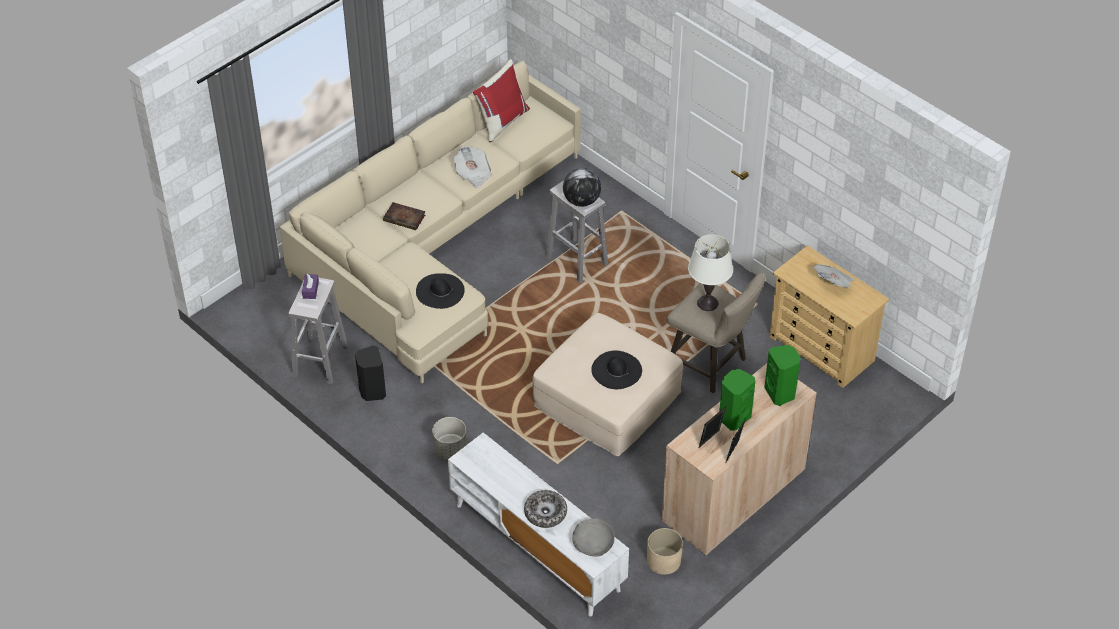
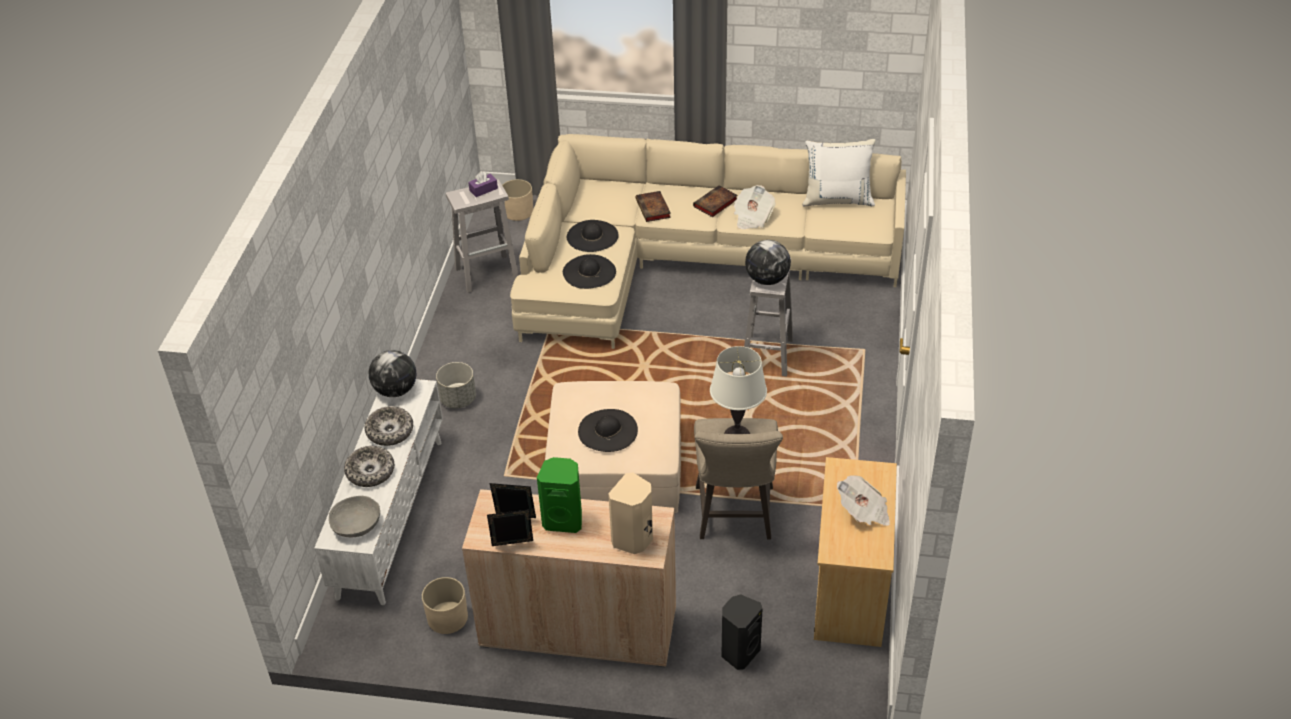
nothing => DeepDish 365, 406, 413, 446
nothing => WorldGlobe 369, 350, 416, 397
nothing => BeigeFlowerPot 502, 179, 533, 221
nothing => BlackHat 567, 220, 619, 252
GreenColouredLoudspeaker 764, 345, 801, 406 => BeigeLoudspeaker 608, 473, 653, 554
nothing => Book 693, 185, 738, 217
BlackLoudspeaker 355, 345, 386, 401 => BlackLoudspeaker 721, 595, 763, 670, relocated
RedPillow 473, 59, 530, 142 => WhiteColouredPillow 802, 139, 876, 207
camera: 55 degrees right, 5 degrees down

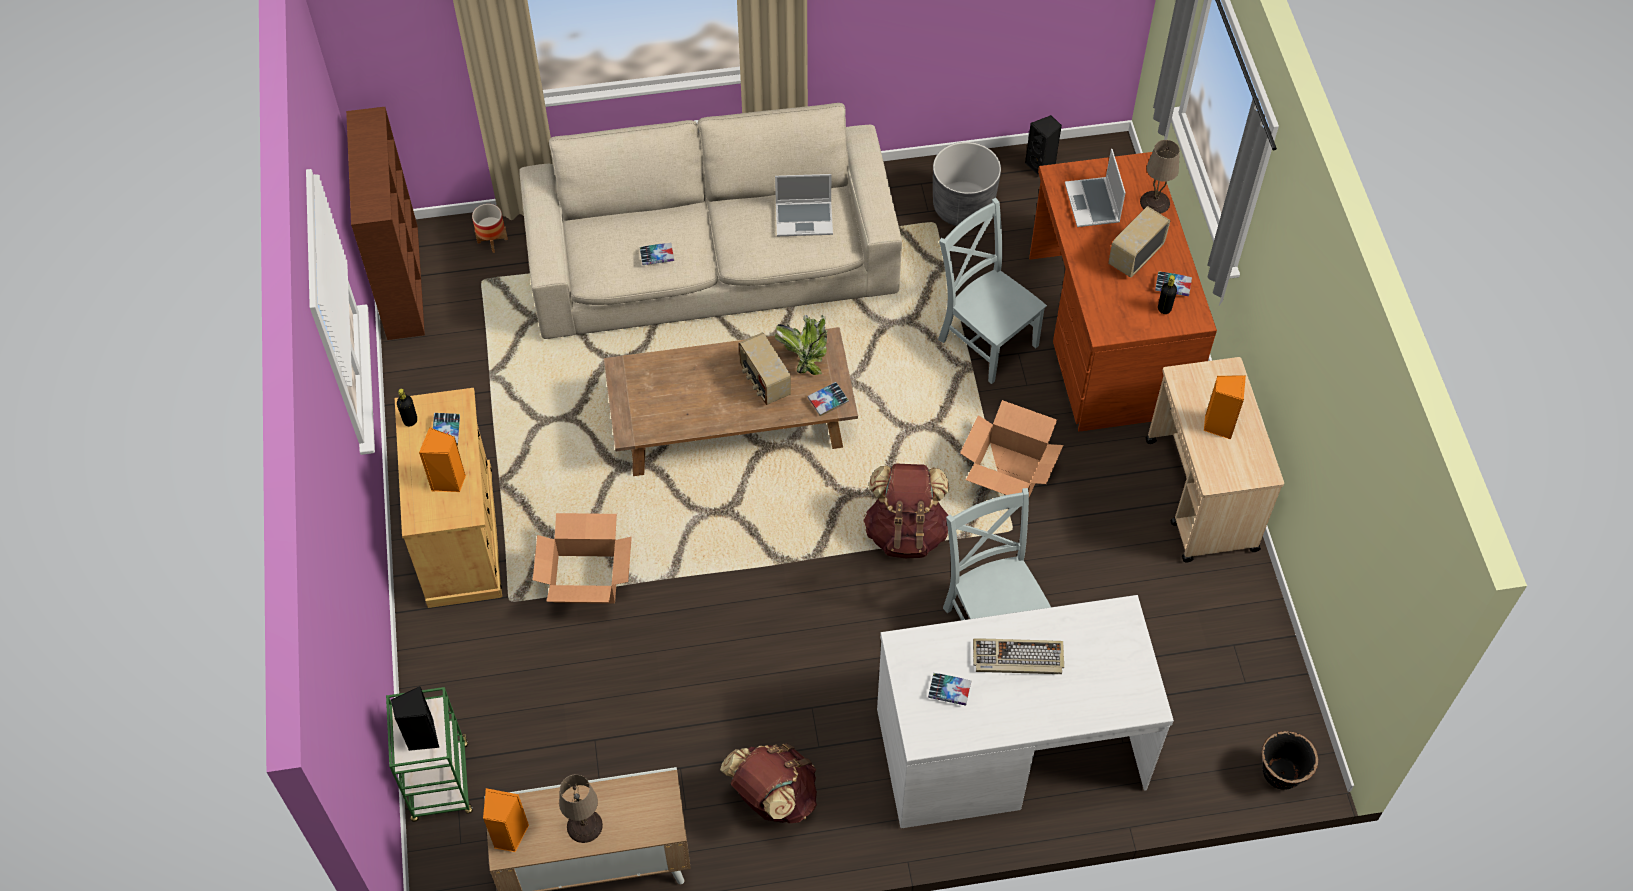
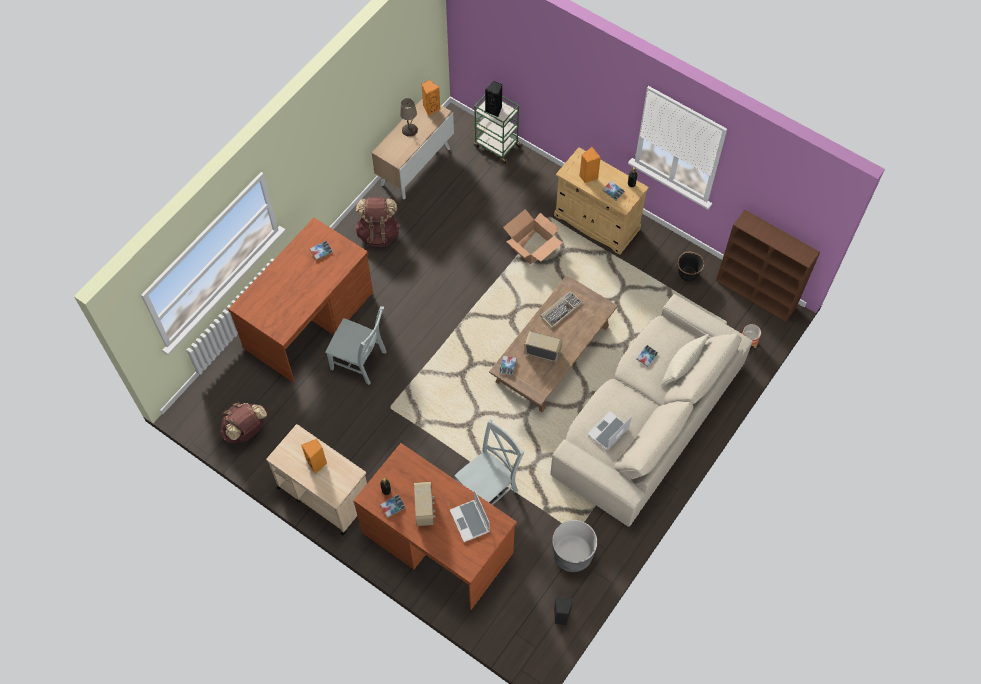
BrownBackpack 863, 464, 949, 558 => BrownBackpack 220, 402, 267, 443, relocated
WhiteColouredDesk 877, 595, 1174, 828 => BrownDesk 228, 218, 373, 383
NotebookComputer 1065, 149, 1126, 227 => NotebookComputer 450, 490, 490, 542, 150 degrees counterclockwise
GreyChair 938, 198, 1047, 384 => GreyChair 454, 419, 525, 505, 45 degrees counterclockwise
Keyboard 973, 638, 1064, 674 => Keyboard 541, 291, 583, 328, relocated
nothing => BeigePillow 661, 334, 709, 387
BlackFlowerPot 1262, 731, 1318, 790 => BlackFlowerPot 677, 252, 705, 281, relocated
PottedPlant 775, 315, 827, 375 => nothing
PackingBox 960, 400, 1063, 497 => nothing
BeigeTabletopLamp 1140, 140, 1180, 214 => nothing
camera: 135 degrees right, 5 degrees up

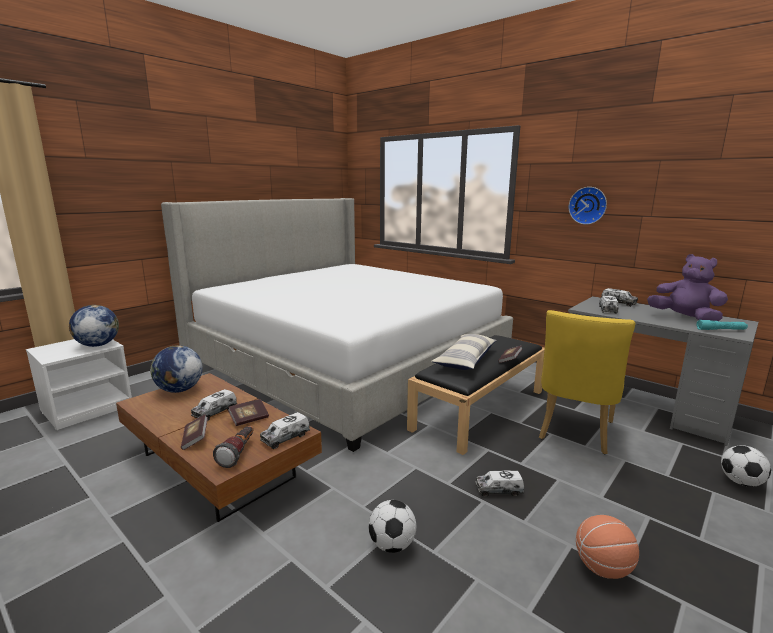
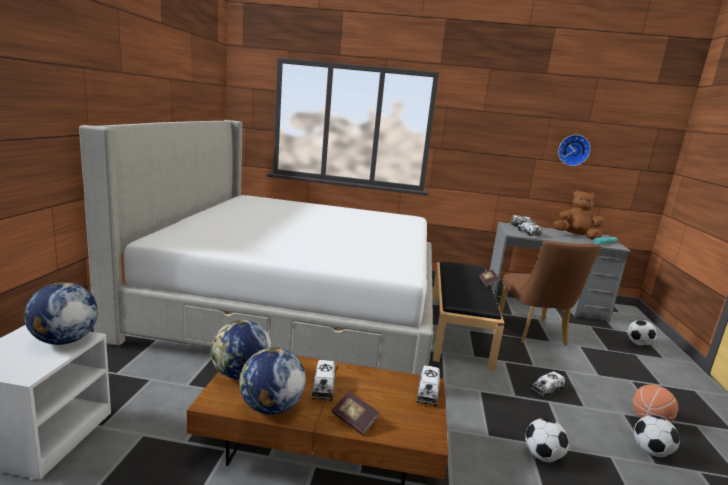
nothing => WorldGlobe 239, 347, 306, 415
YellowishChair 539, 310, 635, 454 => BrownChair 499, 240, 601, 345
PurplePlushToy 647, 254, 728, 321 => BrownPlushToy 553, 190, 604, 239
HangingClock 569, 187, 607, 225 => HangingClock 558, 135, 591, 166, relocated
nothing => BallForFootball 634, 415, 680, 457
HandTorch 213, 426, 254, 468 => nothing
Book 228, 399, 269, 426 => nothing
Pillow 431, 334, 497, 370 => nothing
camera: 35 degrees left, 0 degrees up

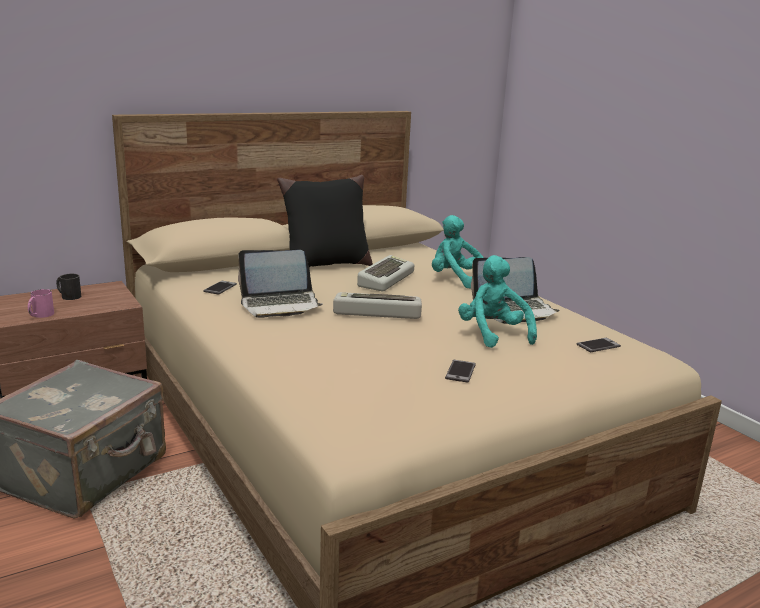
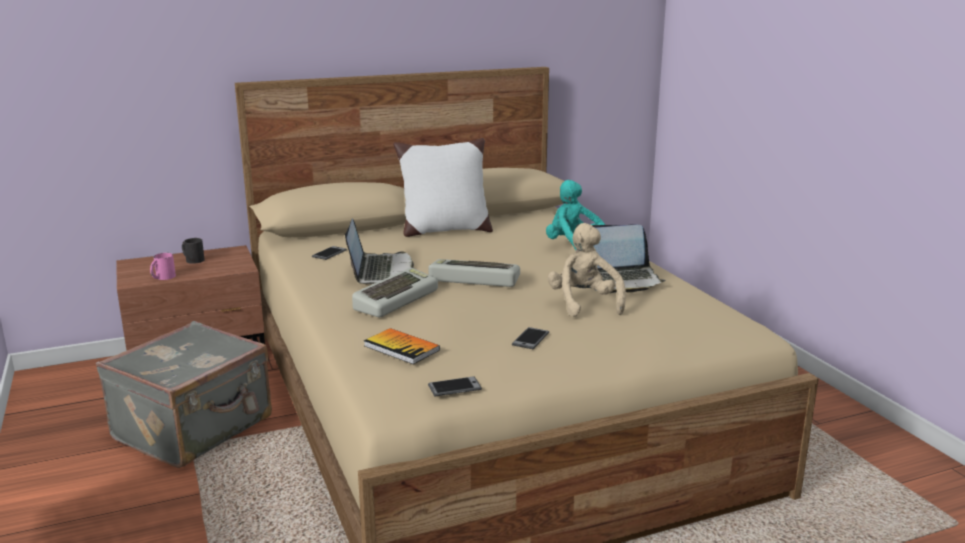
NotebookComputer 238, 250, 323, 318 => NotebookComputer 345, 219, 414, 284, 90 degrees counterclockwise
Keyboard 357, 255, 414, 291 => Keyboard 352, 268, 438, 317, relocated
nothing => Book 364, 328, 440, 364
BlackPillow 277, 175, 373, 267 => WhiteColouredPillow 393, 138, 493, 237
Phone 577, 338, 621, 352 => Phone 428, 376, 482, 396, relocated
TurquoisePlushToy 458, 255, 537, 348 => BeigePlushToy 548, 223, 626, 317
camera: 10 degrees right, 0 degrees up

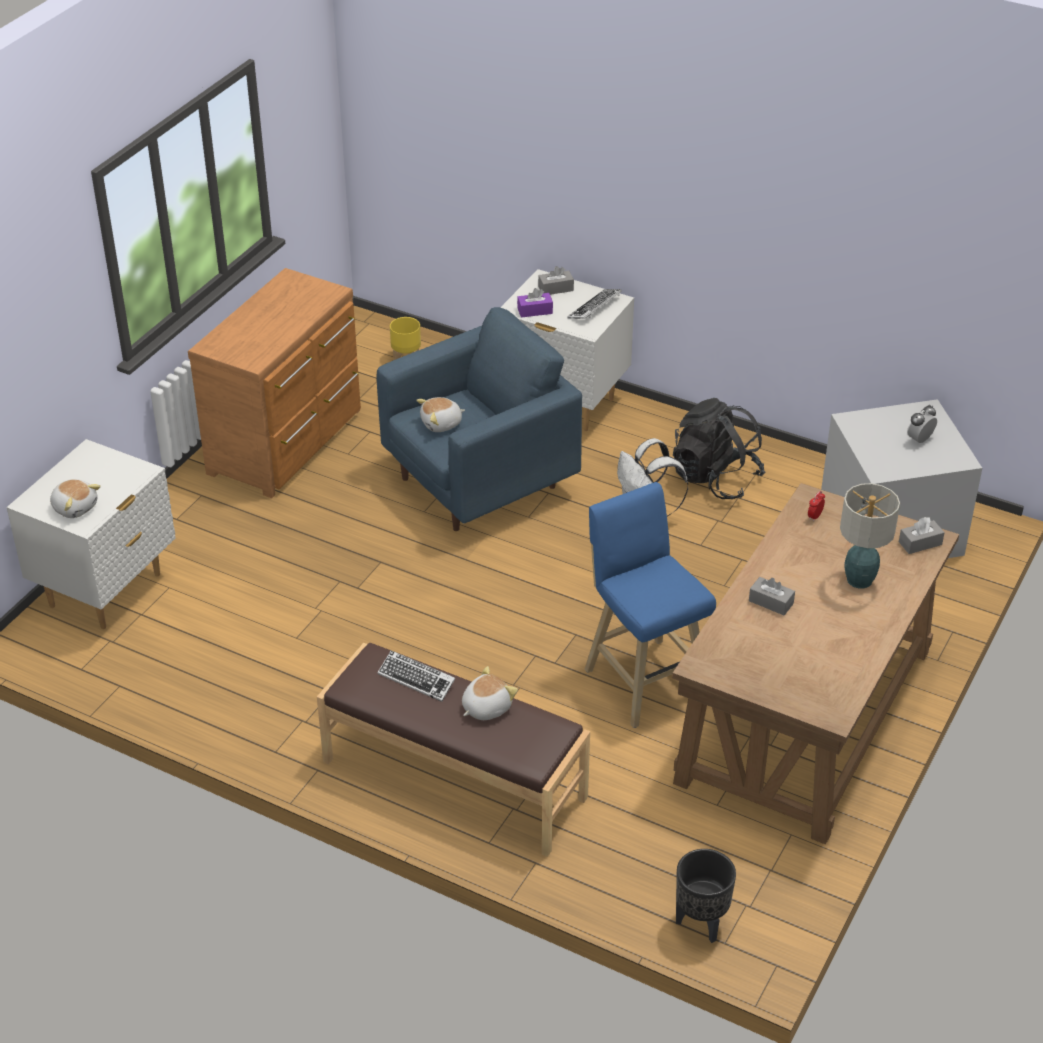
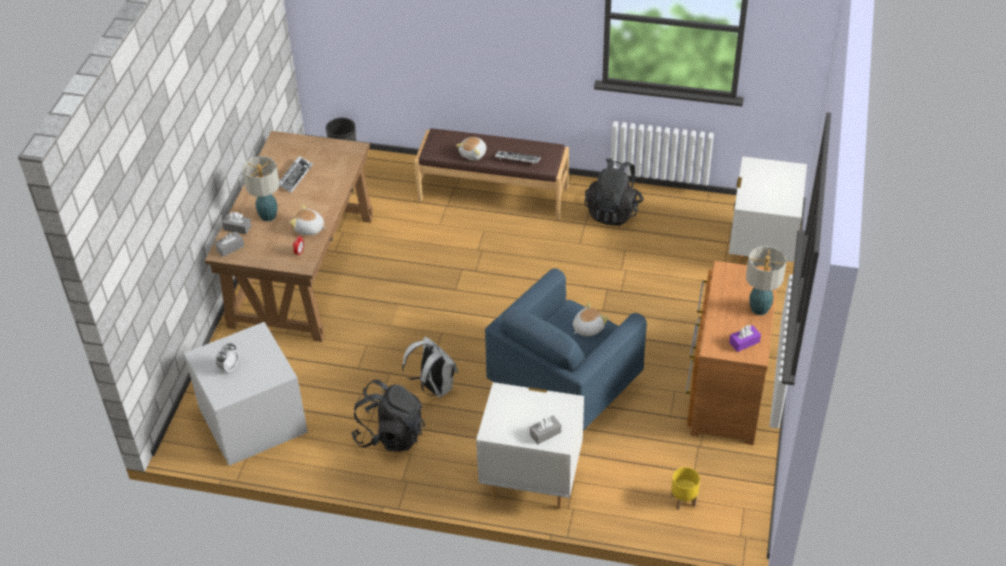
GreyTissueBox 749, 577, 795, 615 => GreyTissueBox 222, 212, 251, 234, relocated
Keyboard 567, 289, 622, 319 => Keyboard 279, 156, 313, 193, relocated
PlushToy 50, 479, 101, 518 => PlushToy 289, 205, 326, 235, relocated
nothing => BlackBackpack 585, 158, 644, 226
PurpleTissueBox 517, 288, 553, 318 => PurpleTissueBox 729, 325, 761, 352, relocated
nothing => TabletopLamp 746, 246, 786, 315
BluishStoolSeat 585, 482, 716, 728 => nothing
camera: 165 degrees right, 5 degrees up

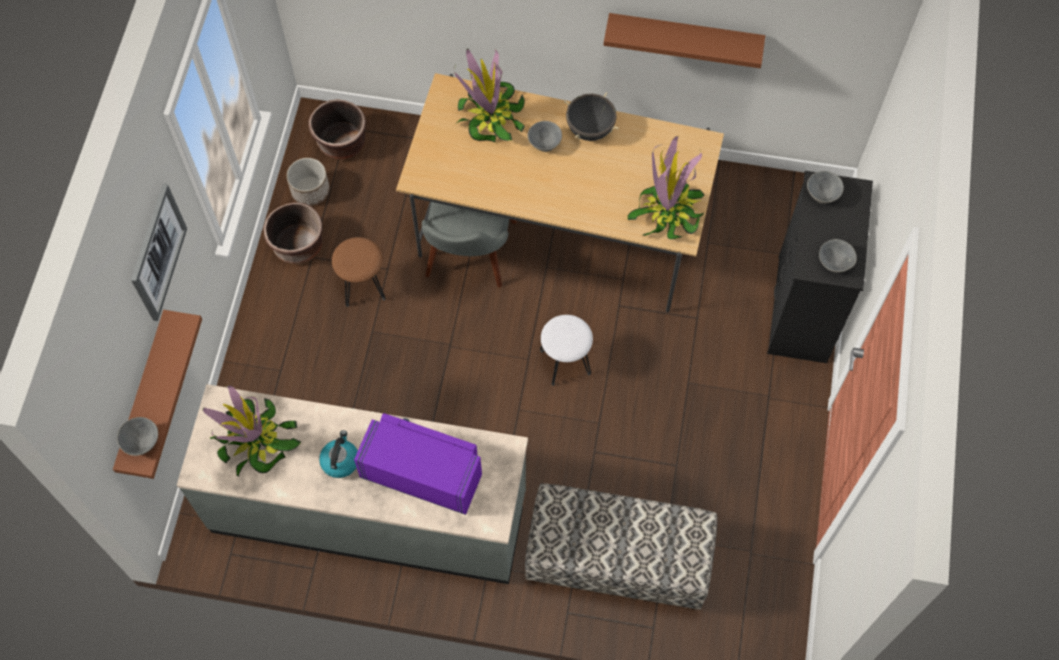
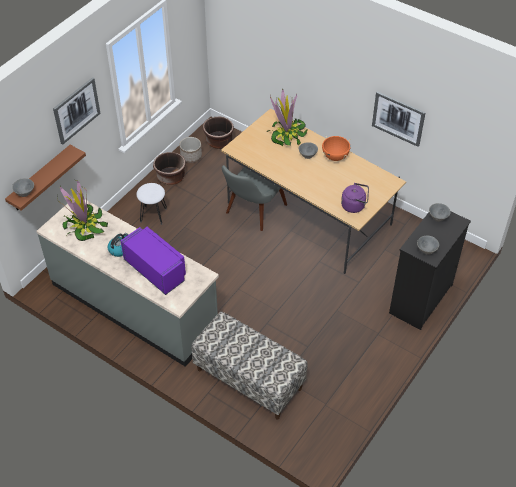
WhiteColouredStoolSeat 540, 315, 593, 386 => WhiteColouredStoolSeat 136, 183, 167, 225, relocated
BlackStockpot 564, 92, 619, 141 => OrangeColouredStockpot 322, 136, 351, 161
PottedPlant 628, 136, 704, 239 => PurpleWaterKettle 341, 183, 369, 213
BrownWallShelf 604, 13, 765, 68 => WallPicture 372, 91, 426, 147
BrownStoolSeat 332, 237, 386, 307 => nothing
camera: 25 degrees right, 15 degrees down

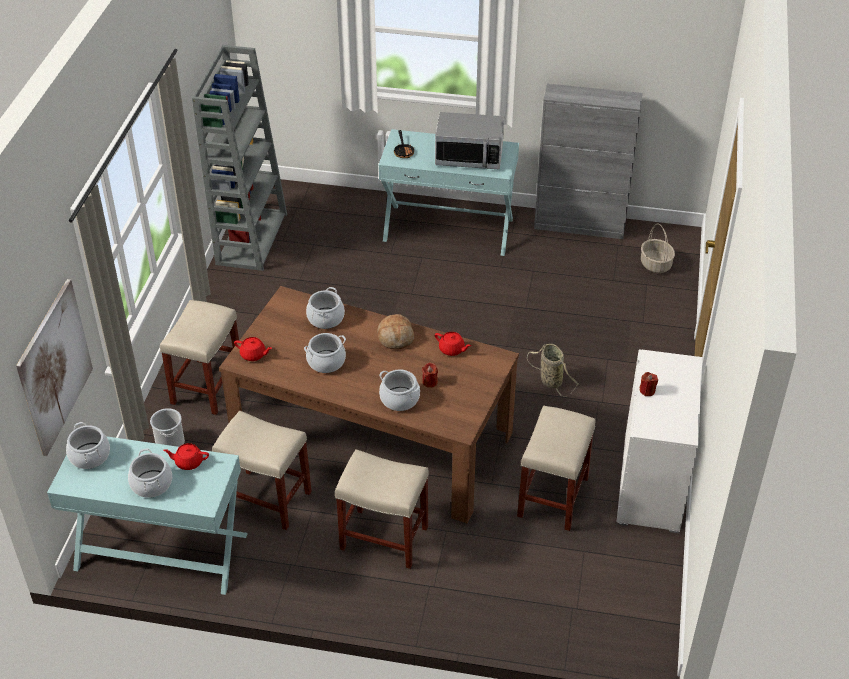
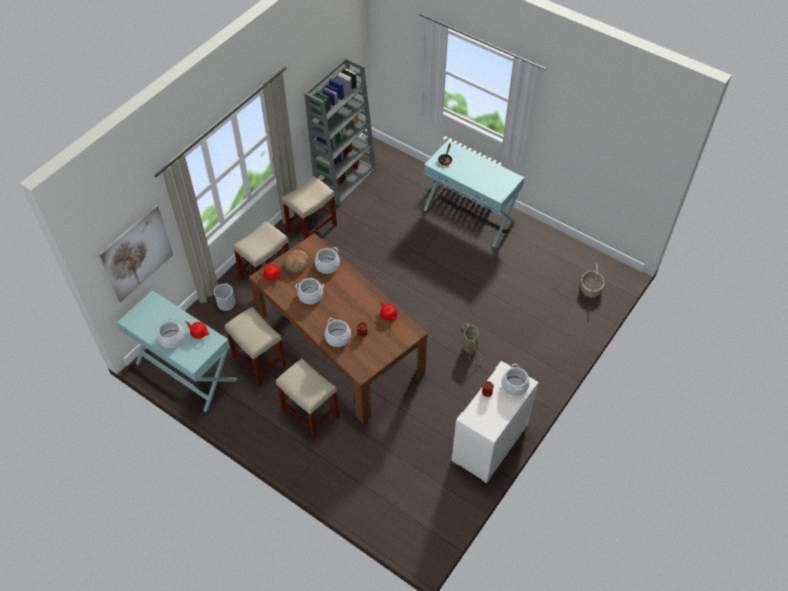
BeigeStoolSeat 517, 406, 596, 531 => BeigeStoolSeat 282, 176, 337, 240, relocated
BakeryBread 378, 314, 414, 350 => BakeryBread 284, 250, 309, 273, relocated
Stockpot 66, 422, 110, 469 => Stockpot 501, 364, 530, 396, relocated
Microwave 435, 112, 504, 169 => nothing
GreyCabinet 534, 83, 643, 239 => nothing
camera: 25 degrees right, 10 degrees up

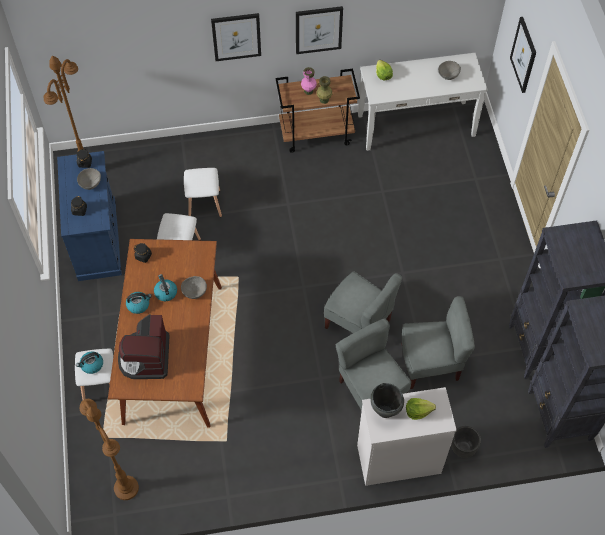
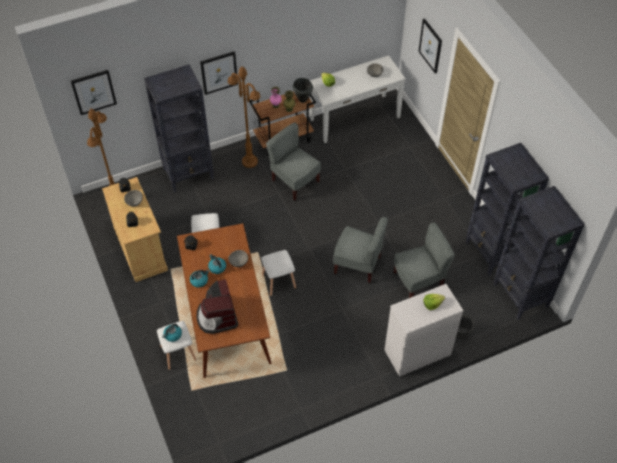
WallPicture 296, 6, 343, 54 => WallPicture 71, 70, 117, 115, relocated
BluishCabinet 57, 151, 122, 281 => BeigeCabinet 102, 177, 168, 282
nothing => BlackBookshelf 144, 65, 214, 192
BrownFloorLamp 80, 399, 139, 500 => BrownFloorLamp 228, 66, 260, 168, relocated
WhiteColouredStoolSeat 184, 168, 222, 217 => WhiteColouredStoolSeat 261, 250, 296, 296, relocated
GreyChair 336, 318, 411, 411 => GreyChair 266, 122, 321, 201, relocated
BlackStockpot 370, 383, 404, 418 => BlackStockpot 293, 78, 313, 103, relocated
camera: 15 degrees left, 5 degrees down

